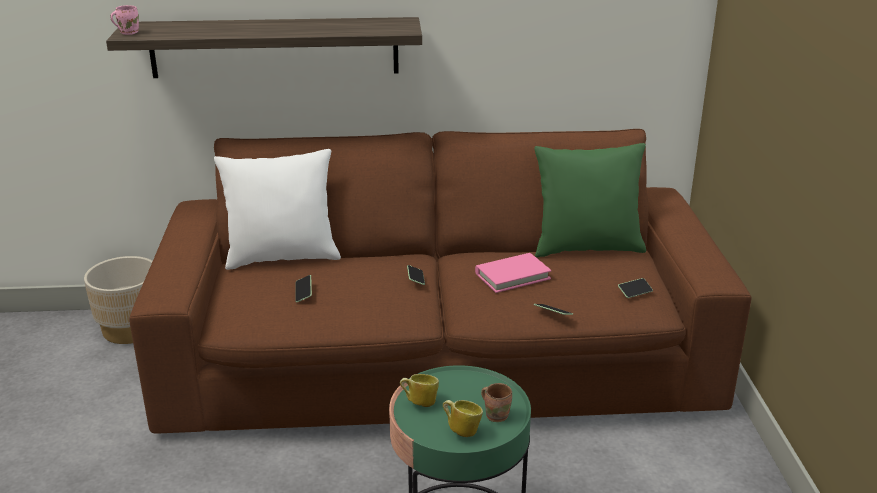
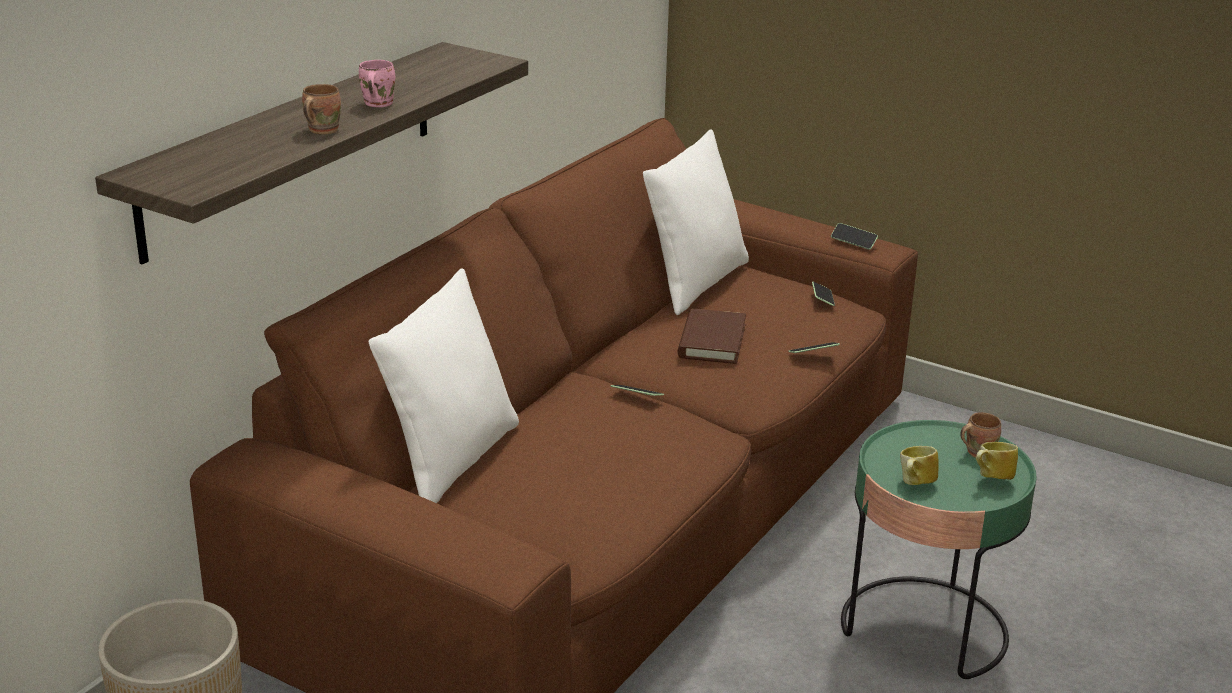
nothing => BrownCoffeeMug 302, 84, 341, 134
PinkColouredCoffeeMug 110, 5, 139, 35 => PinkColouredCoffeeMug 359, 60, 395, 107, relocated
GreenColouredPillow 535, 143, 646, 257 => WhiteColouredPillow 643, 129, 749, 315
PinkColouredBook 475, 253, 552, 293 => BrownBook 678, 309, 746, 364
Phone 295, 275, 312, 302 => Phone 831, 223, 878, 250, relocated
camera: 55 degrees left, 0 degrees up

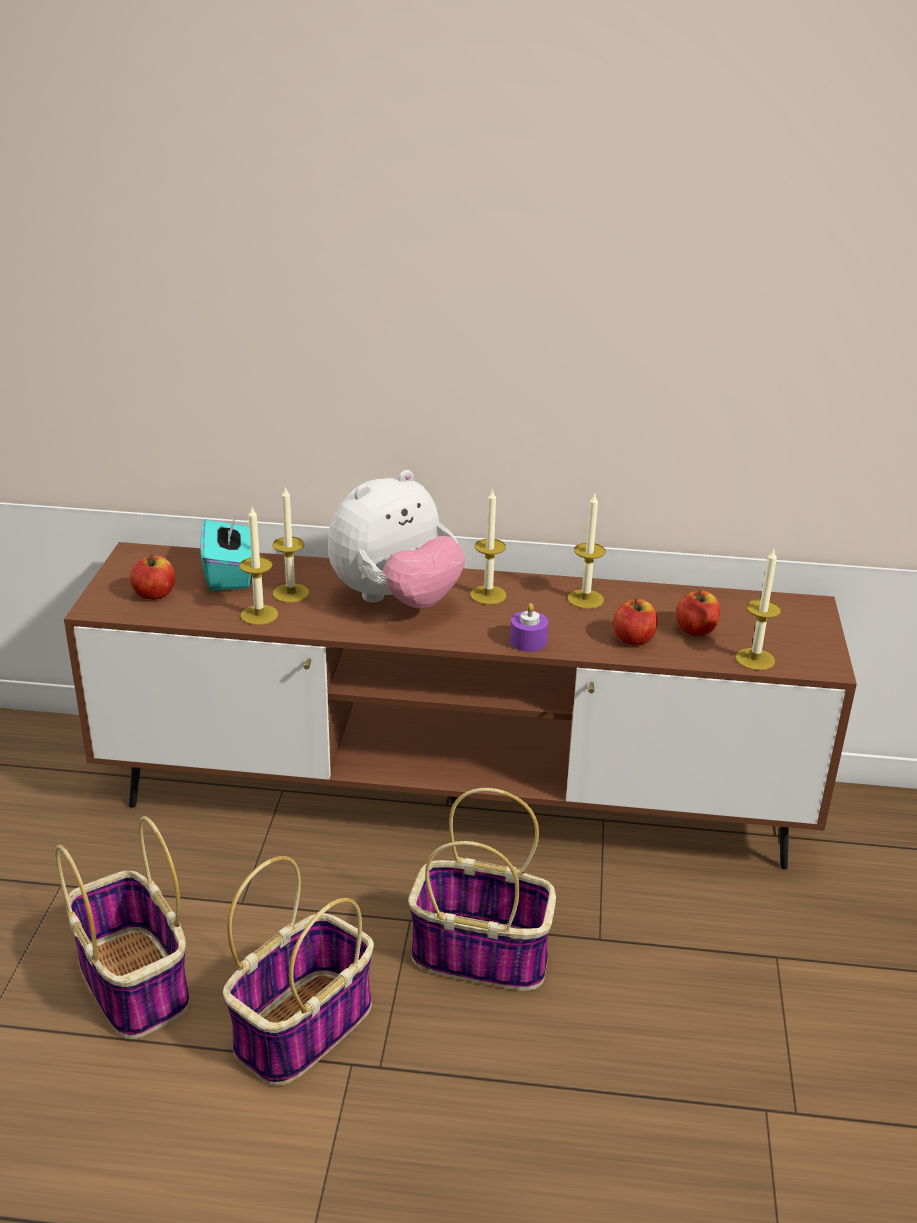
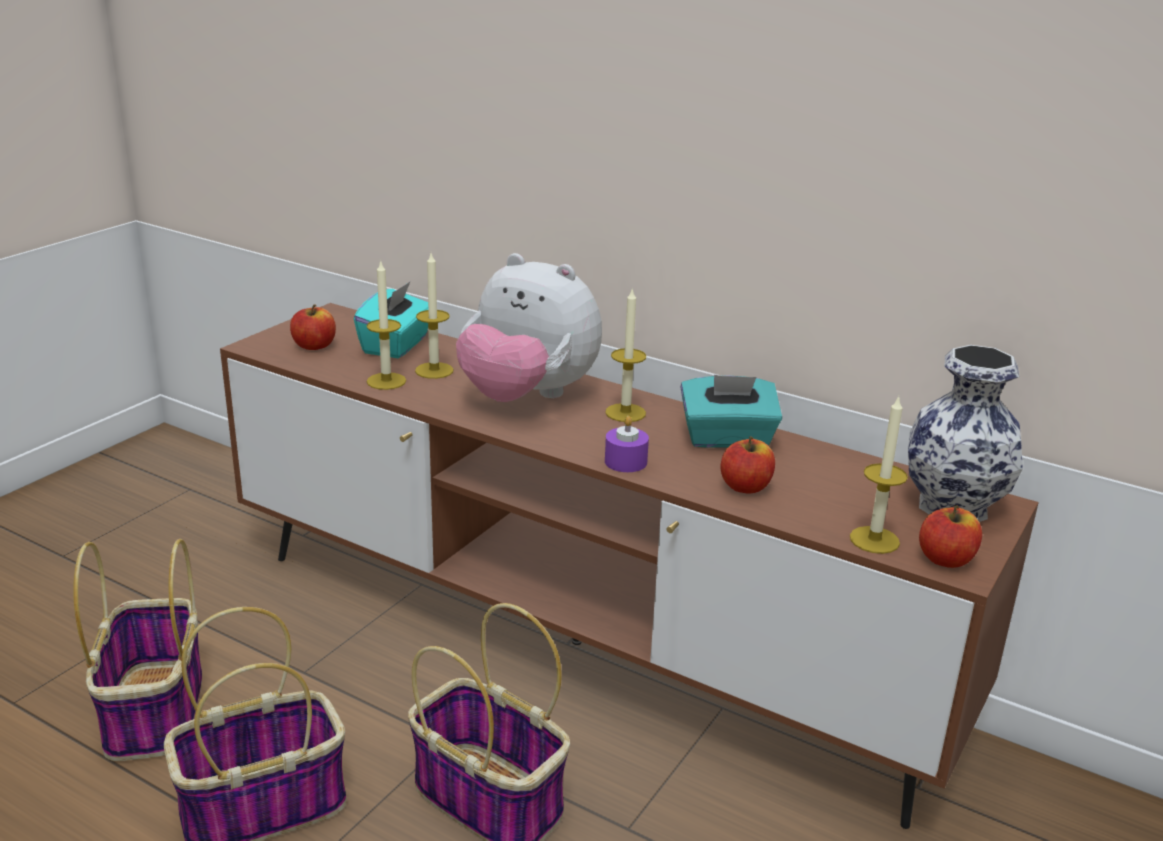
PlushToy 328, 470, 465, 609 => PlushToy 456, 253, 602, 402, 45 degrees clockwise
WaxCandle 568, 493, 606, 609 => TurquoiseTissueBox 680, 375, 782, 448
nothing => Vase 908, 345, 1023, 522
WholeApple 676, 590, 720, 636 => WholeApple 919, 505, 982, 568, relocated
camera: 25 degrees right, 5 degrees down

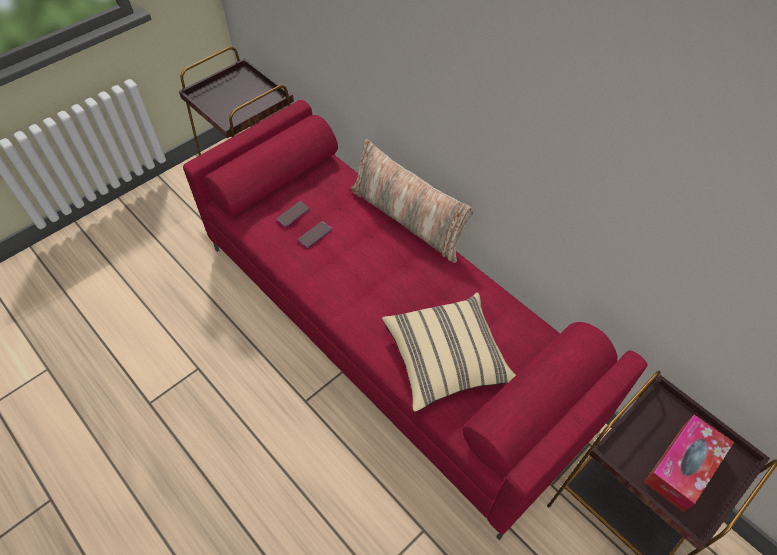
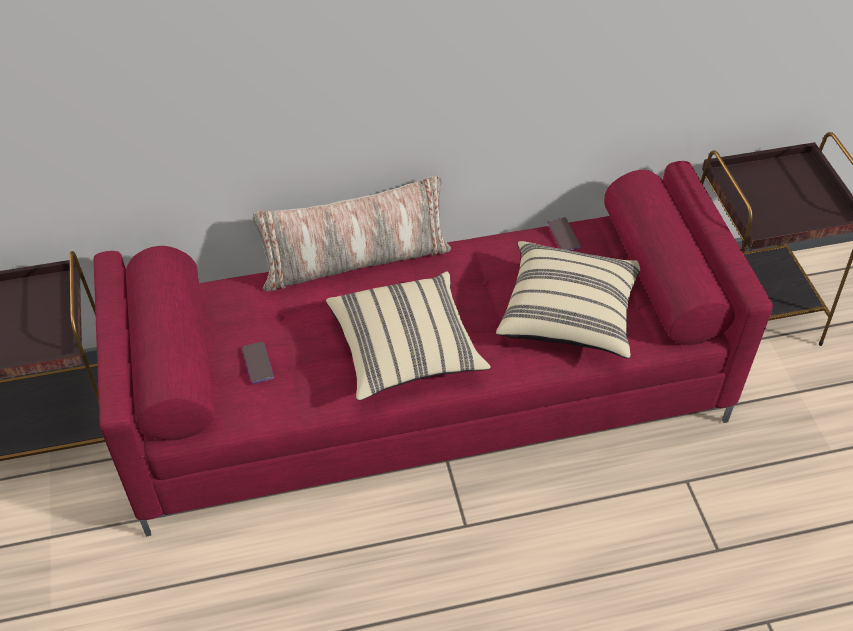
nothing => BeigePillow 326, 272, 491, 401
Phone 298, 221, 332, 248 => Phone 547, 217, 581, 250, relocated
TissueBox 645, 415, 734, 512 => nothing
camera: 60 degrees left, 5 degrees down

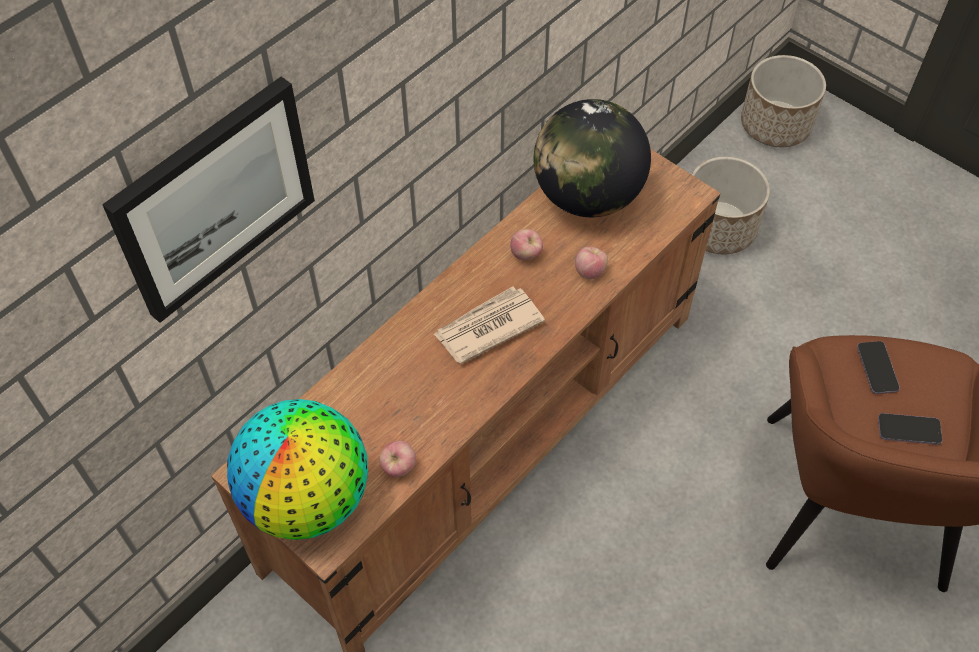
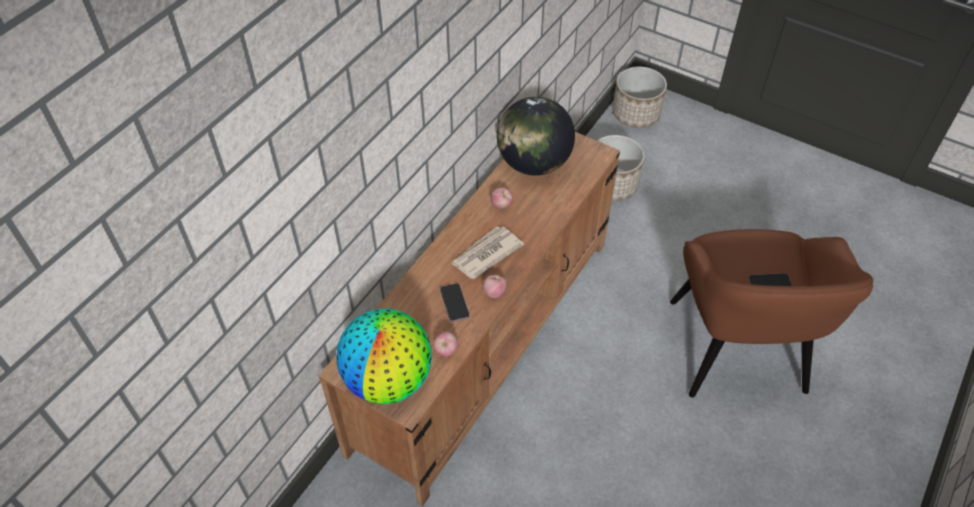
Phone 857, 341, 900, 394 => Phone 440, 283, 470, 322, relocated
WholeApple 575, 247, 608, 279 => WholeApple 483, 275, 507, 298, relocated
WallPicture 102, 77, 315, 323 => nothing
camera: 10 degrees left, 5 degrees down

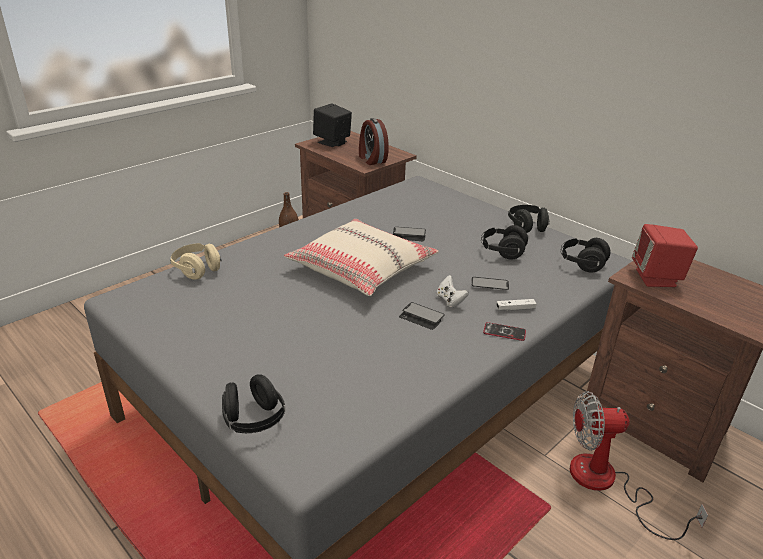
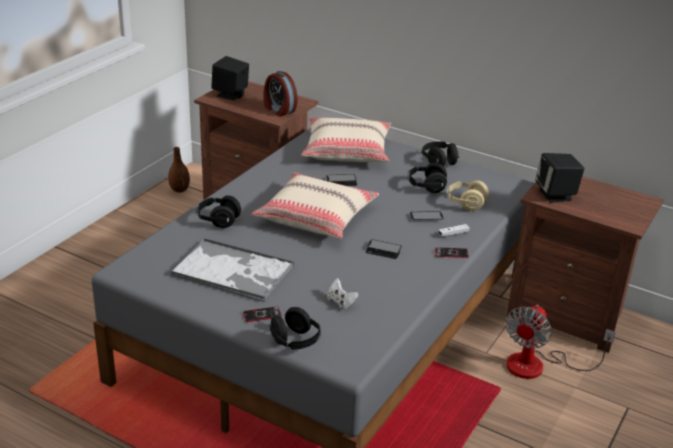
nothing => Tray 170, 238, 294, 302
BlackHeadphones 560, 238, 611, 272 => BlackHeadphones 196, 195, 241, 228, relocated
nothing => Phone 243, 306, 282, 322
nothing => BeigePillow 301, 117, 391, 162
WhiteColouredGameController 436, 275, 469, 308 => WhiteColouredGameController 327, 278, 359, 309, relocated
BeigeHeadphones 170, 243, 222, 280 => BeigeHeadphones 447, 180, 489, 211, relocated
Fan 570, 391, 708, 540 => Fan 505, 305, 616, 379, 45 degrees counterclockwise
RedLoudspeaker 632, 224, 698, 287 => BlackLoudspeaker 535, 153, 584, 203
camera: 15 degrees left, 0 degrees up

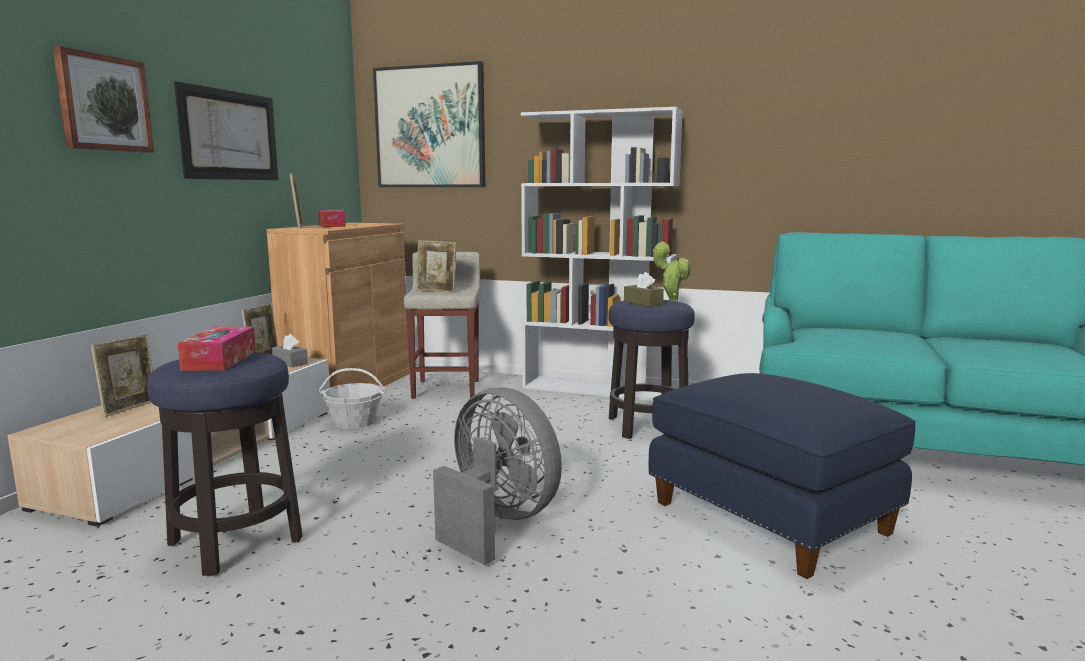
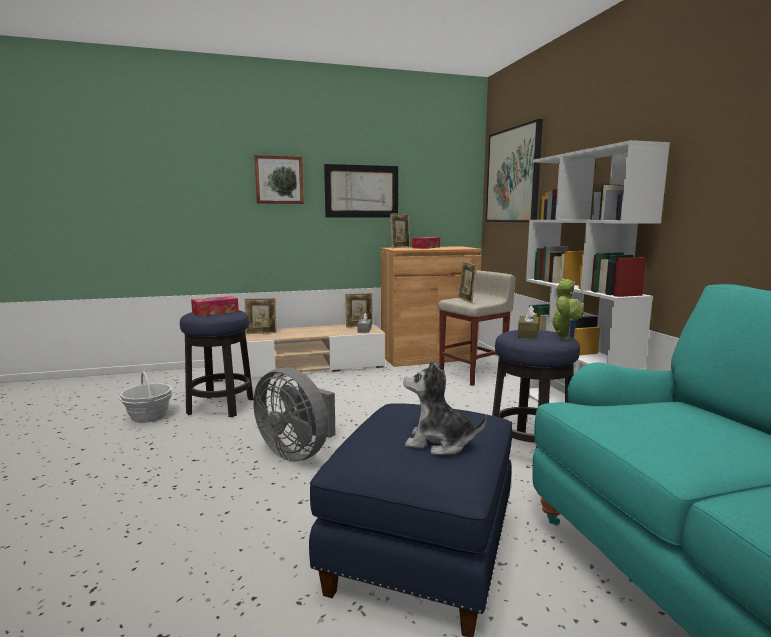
HouseholdBasket 319, 368, 386, 429 => HouseholdBasket 120, 371, 172, 423, relocated
GreyFan 433, 387, 562, 565 => GreyFan 253, 367, 336, 462, 120 degrees clockwise
nothing => PlushToy 403, 359, 487, 455
camera: 55 degrees right, 0 degrees up

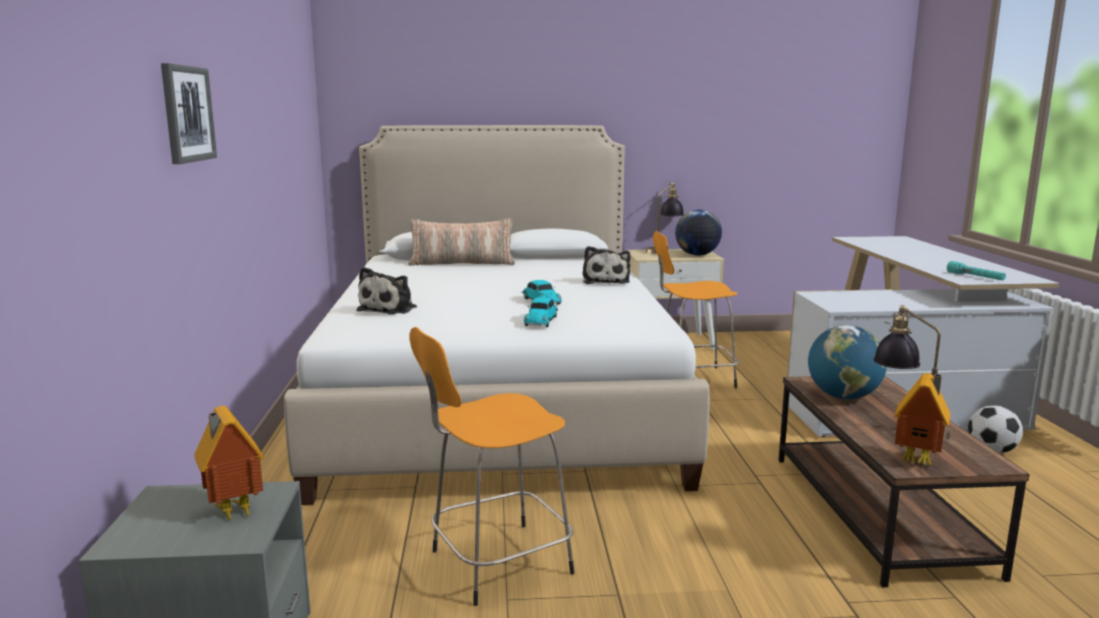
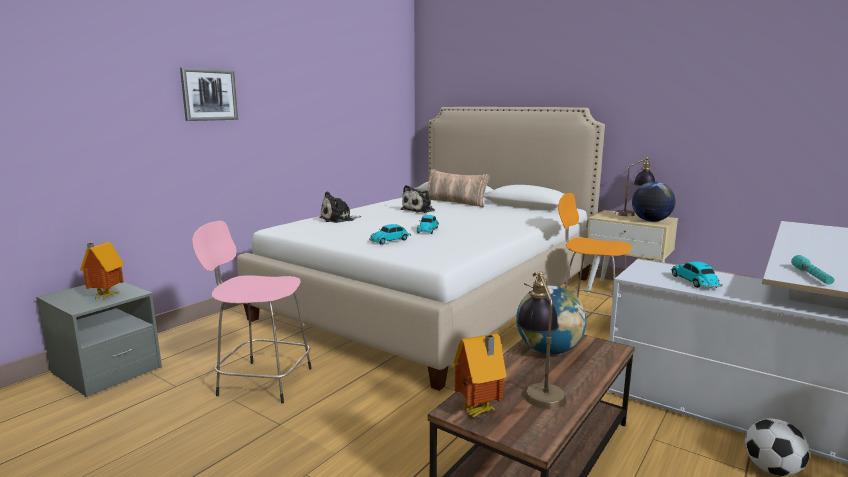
OrangeColouredStoolSeat 410, 327, 574, 606 => PinkColouredStoolSeat 192, 221, 312, 403
PlushToy 583, 246, 630, 284 => PlushToy 400, 185, 435, 213, relocated
nothing => MiniatureCar 671, 261, 723, 288
camera: 40 degrees right, 0 degrees up

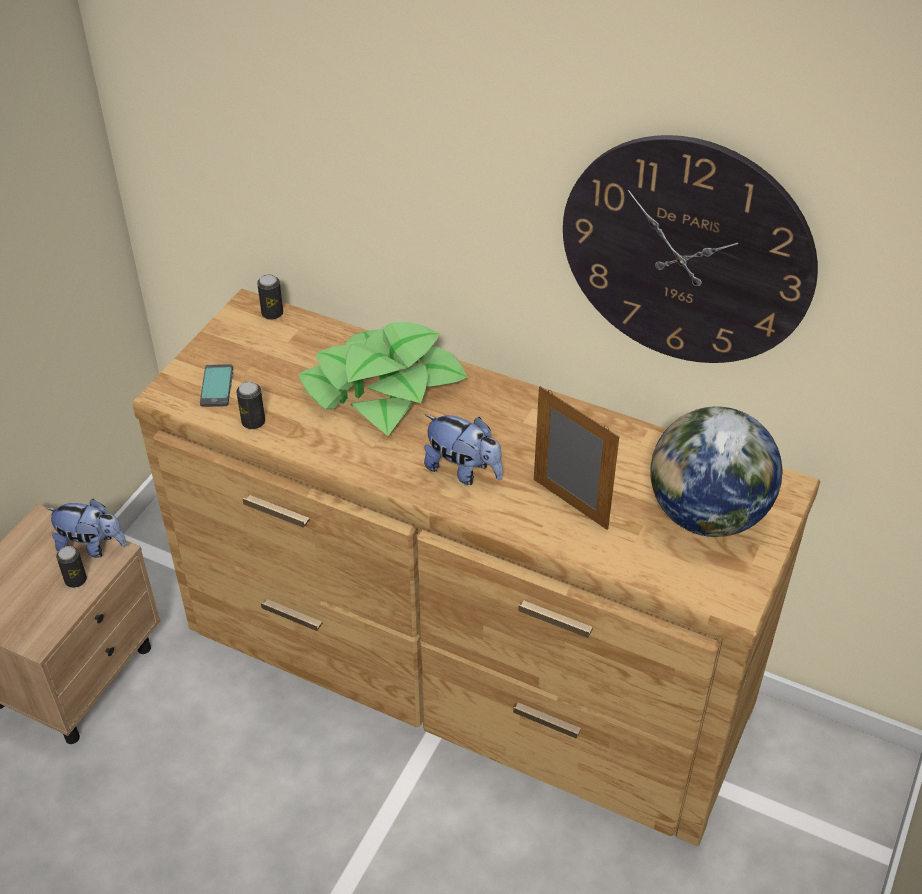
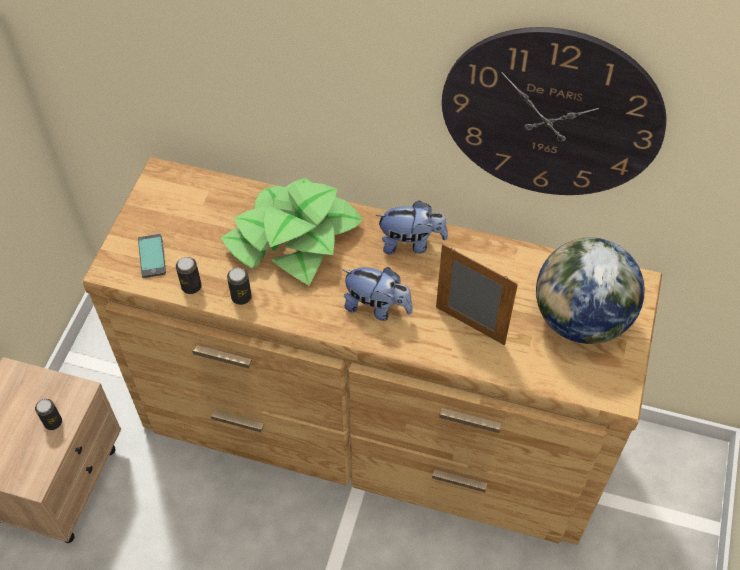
Can 257, 274, 283, 320 => Can 227, 268, 252, 305, relocated
PlushToy 45, 499, 127, 558 => PlushToy 376, 200, 448, 254, relocated
camera: 10 degrees left, 10 degrees up

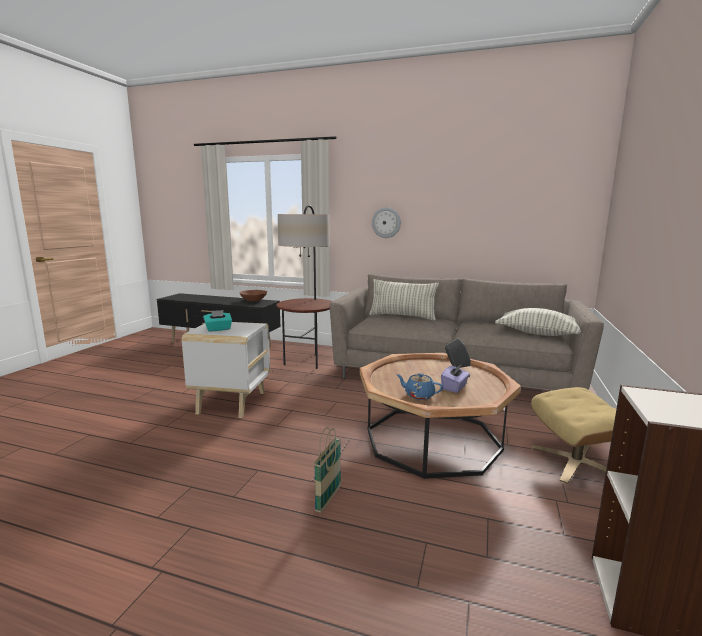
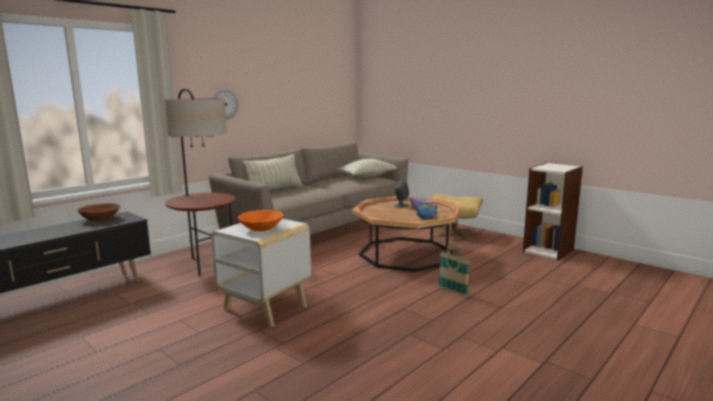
TurquoiseTissueBox 203, 310, 232, 332 => OrangeColouredDeepDish 238, 210, 283, 231
camera: 65 degrees left, 0 degrees up

